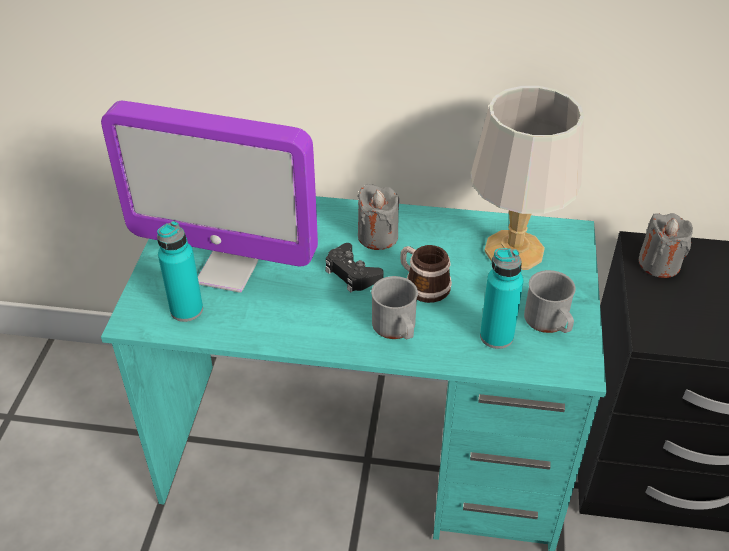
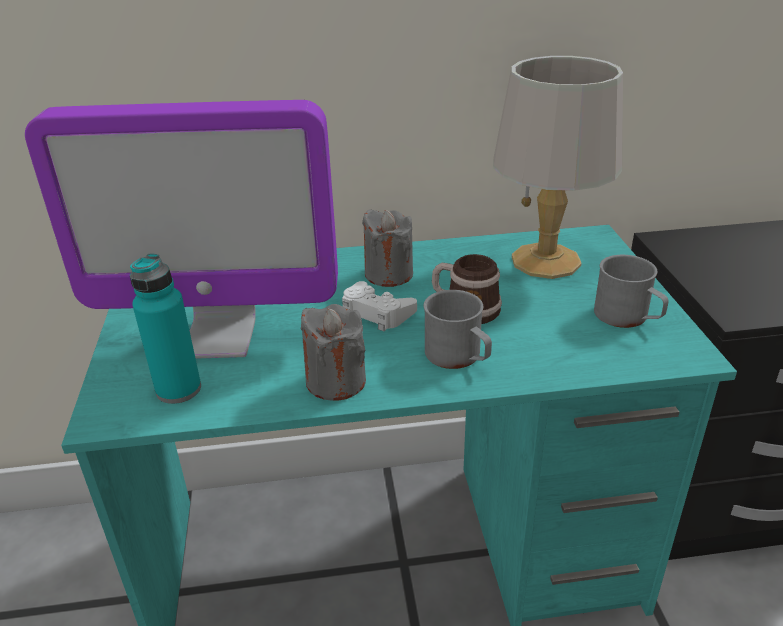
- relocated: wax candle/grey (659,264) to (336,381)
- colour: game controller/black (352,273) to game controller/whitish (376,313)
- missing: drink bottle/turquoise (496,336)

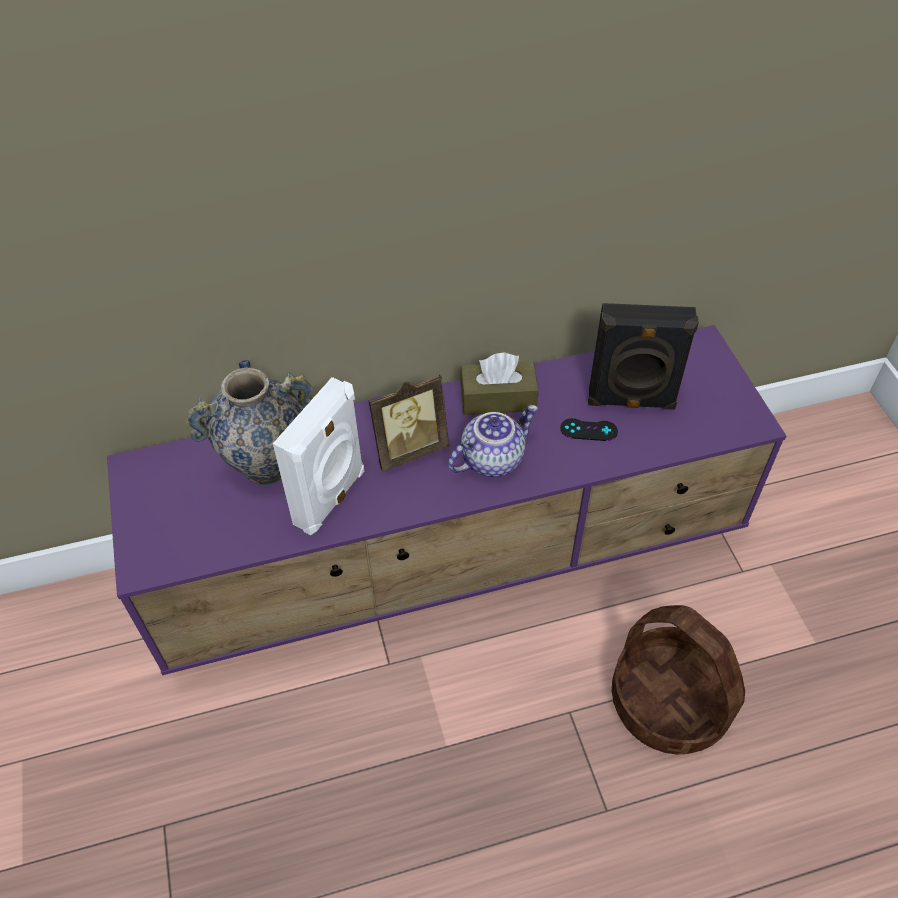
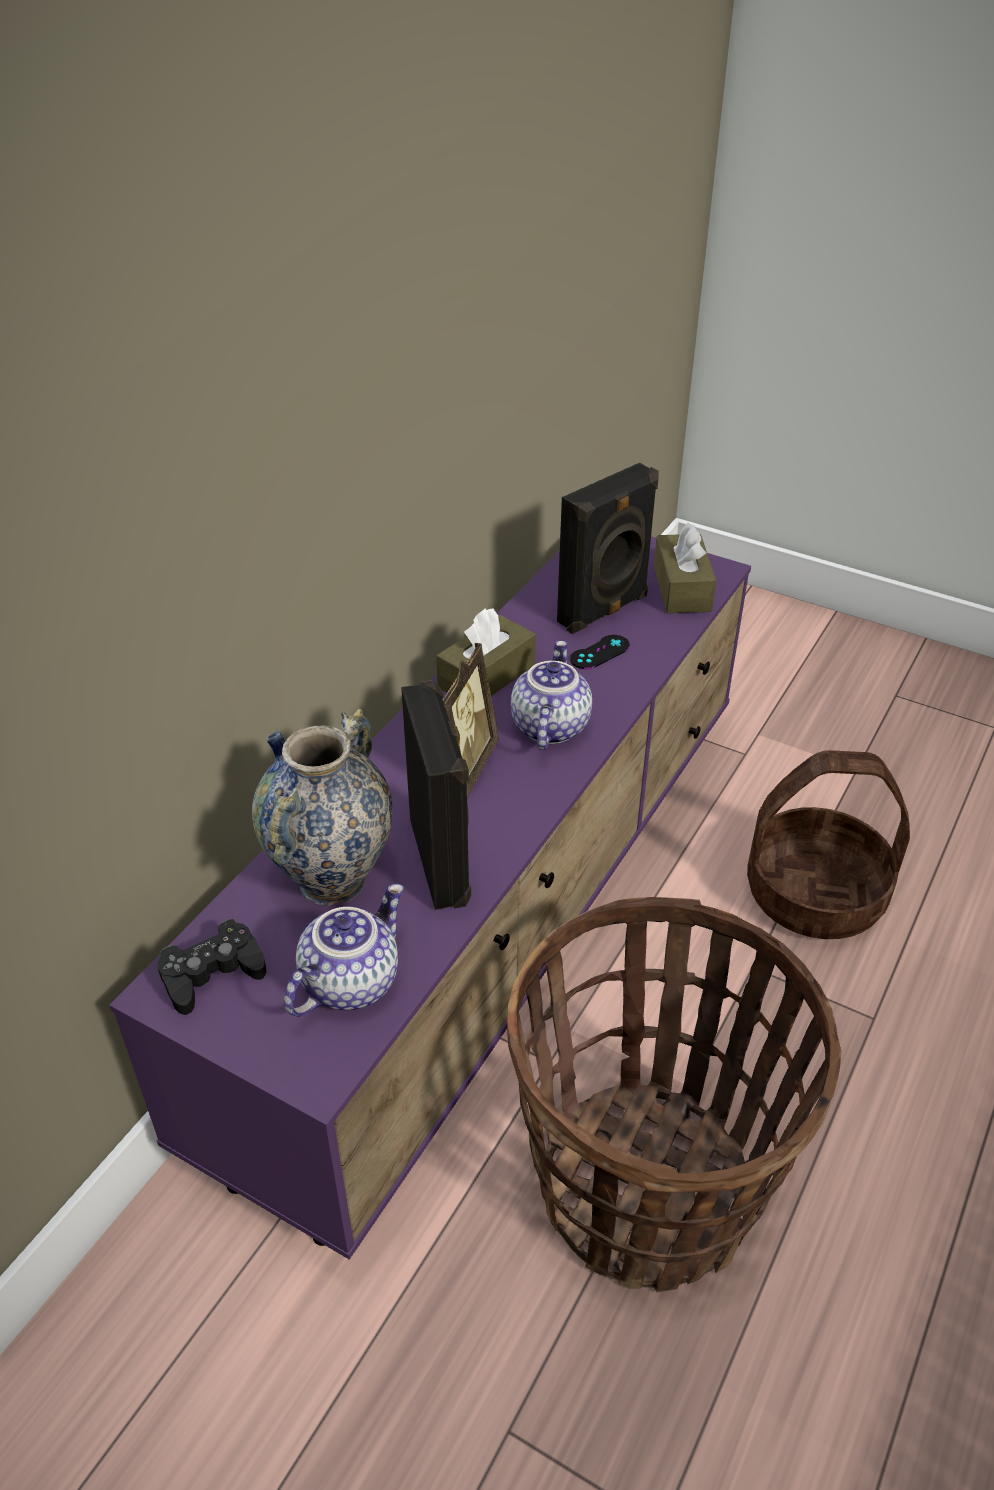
- appeared: game controller/black (212,973)
- appeared: teapot (349,981)
- colour: speaker/whitish (332,498) to speaker/black (442,860)
- appeared: household basket (646,1188)
- appeared: tissue box/brownish (682,588)

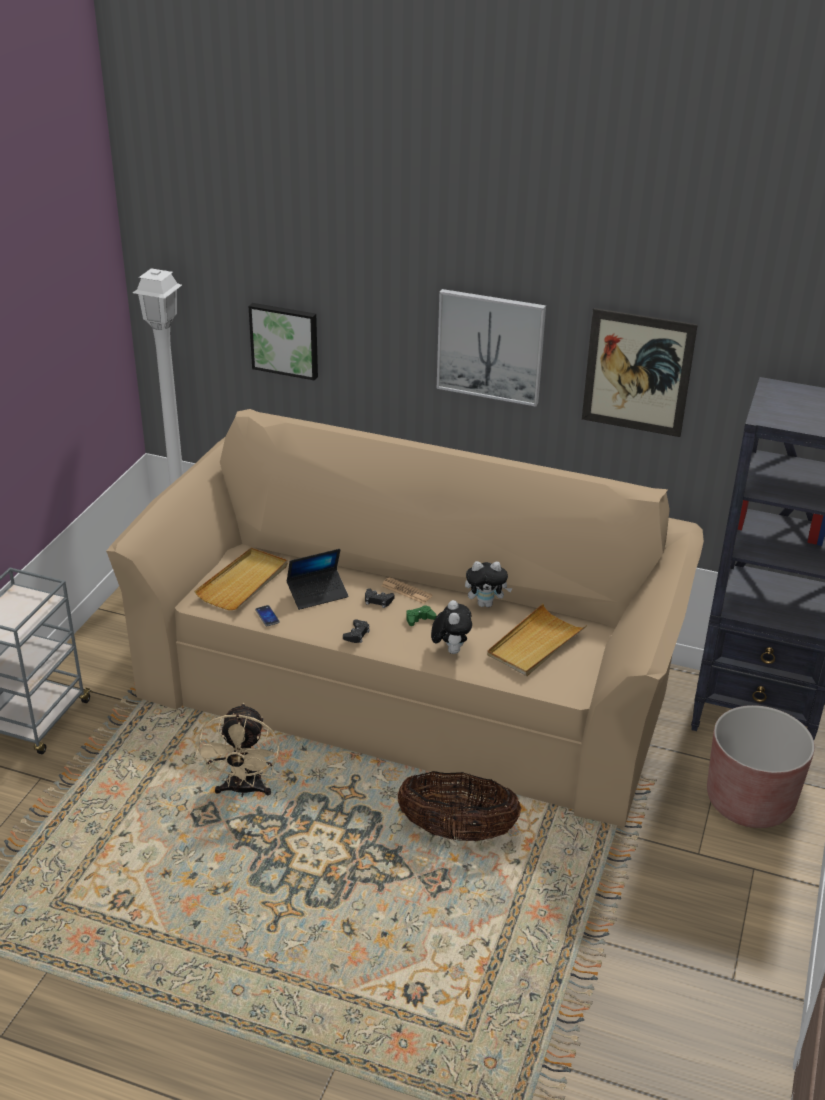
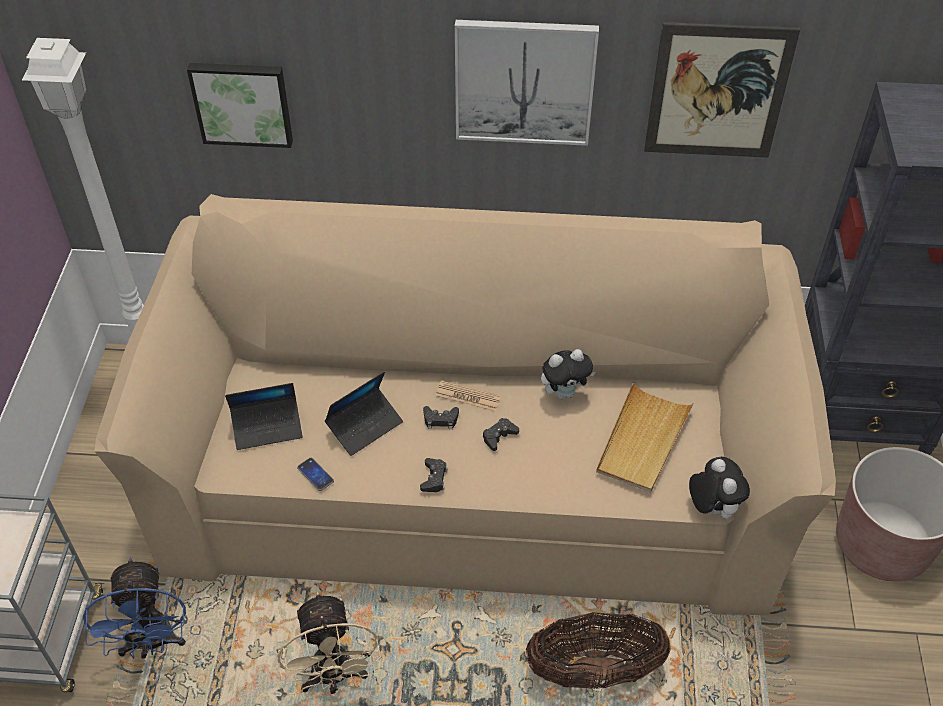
- appeared: cooling fan/blue-coloured (152,644)
- exchanged: serving tray/sand-coloured (244,582) to portable computer (267,427)
- colour: game controller/green (419,619) to game controller/black (499,436)
- relocated: plush toy (450,649) to (712,508)

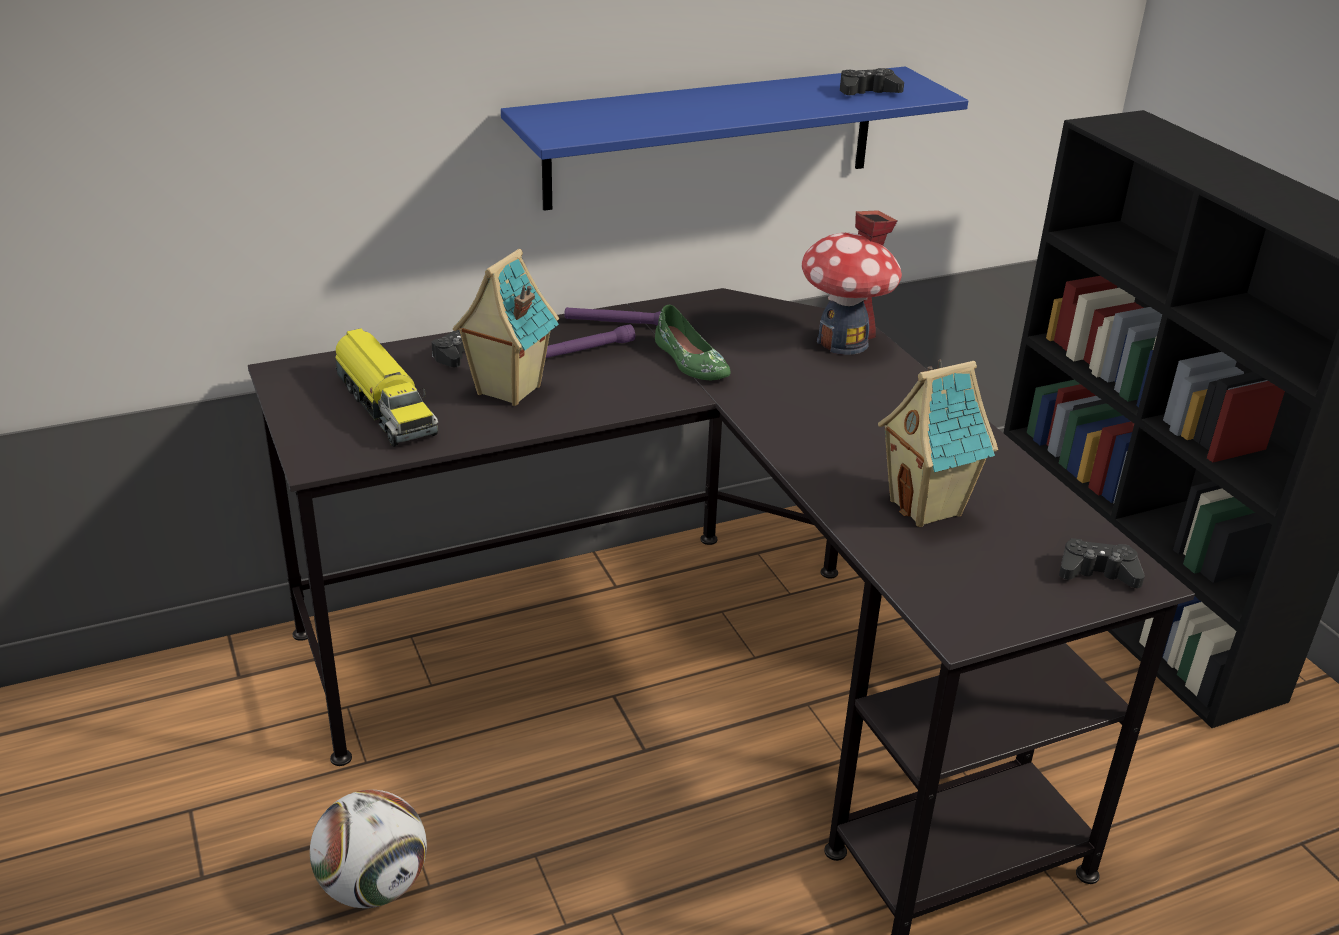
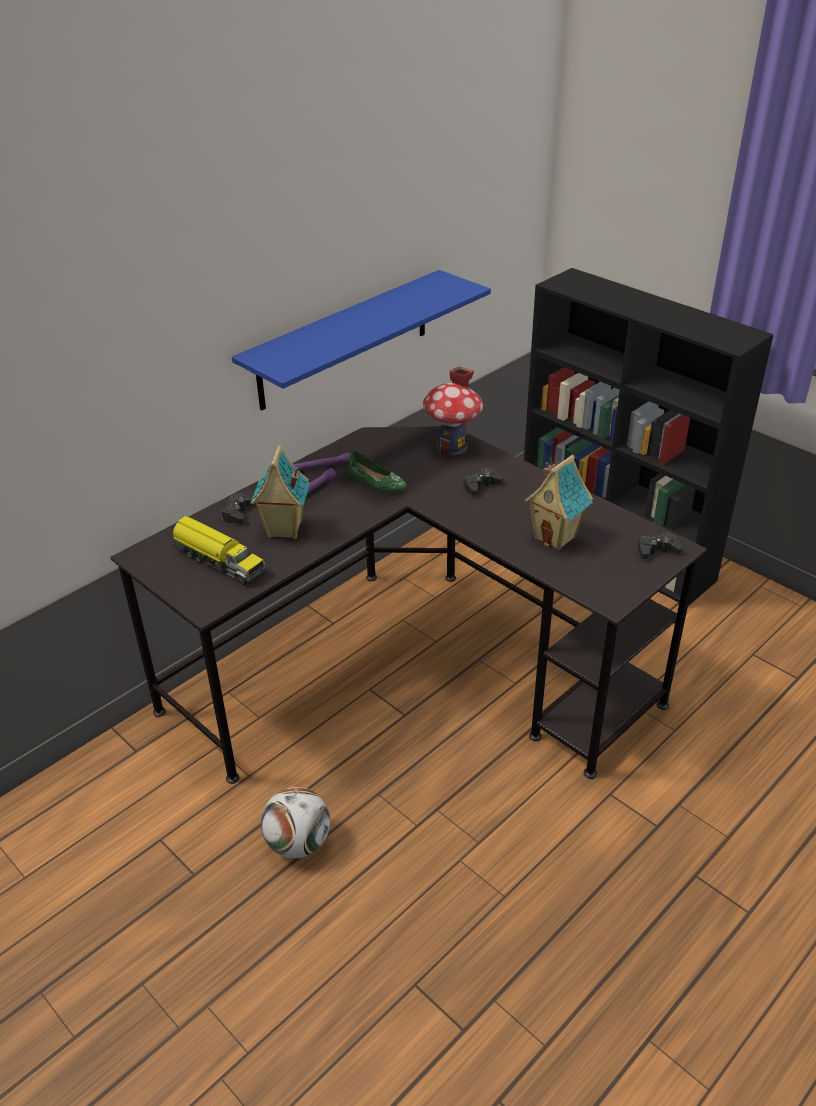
- relocated: game controller/black (867,92) to (481,485)

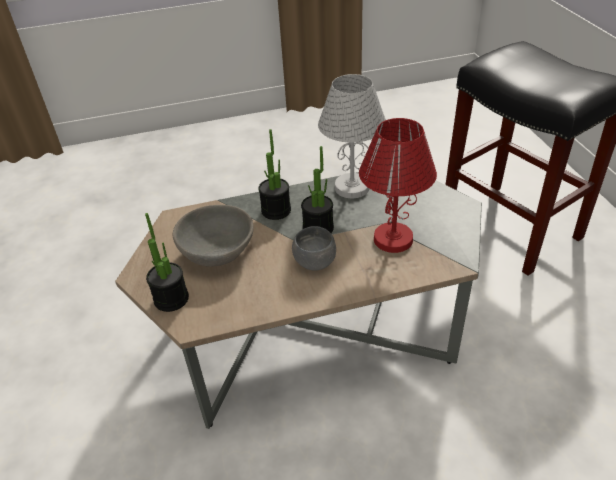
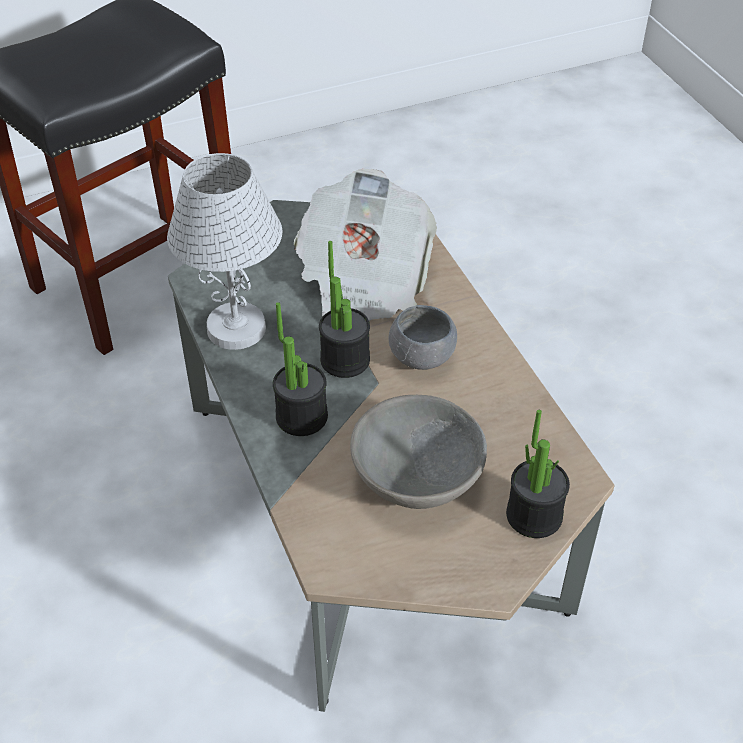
- exchanged: tabletop lamp/red-coloured (392,239) to newspaper (363,281)

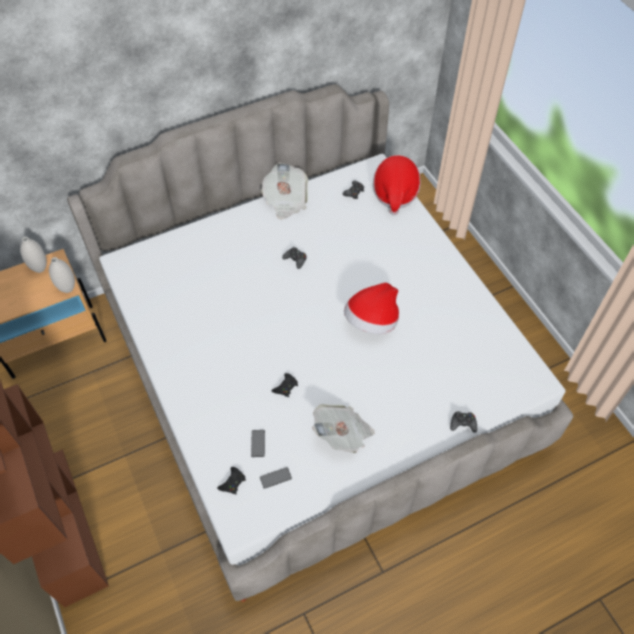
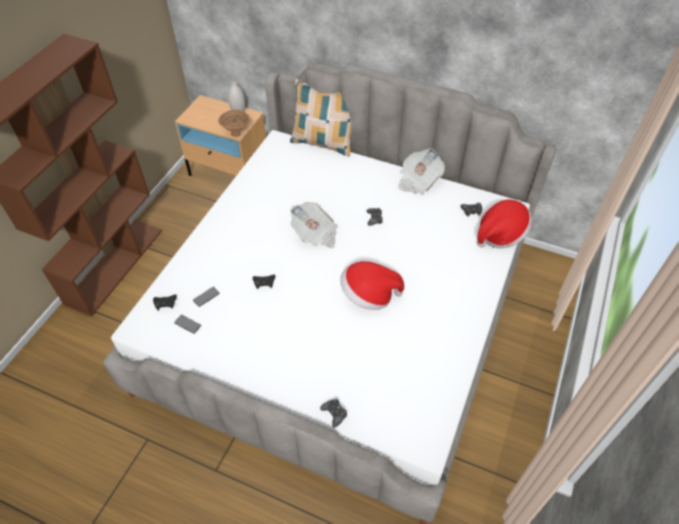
- exchanged: flower vase/whitish (68,288) to serving bowl/brownish (236,134)
- appeared: pillow (323,143)
- relocated: newspaper (343,434) to (315,234)

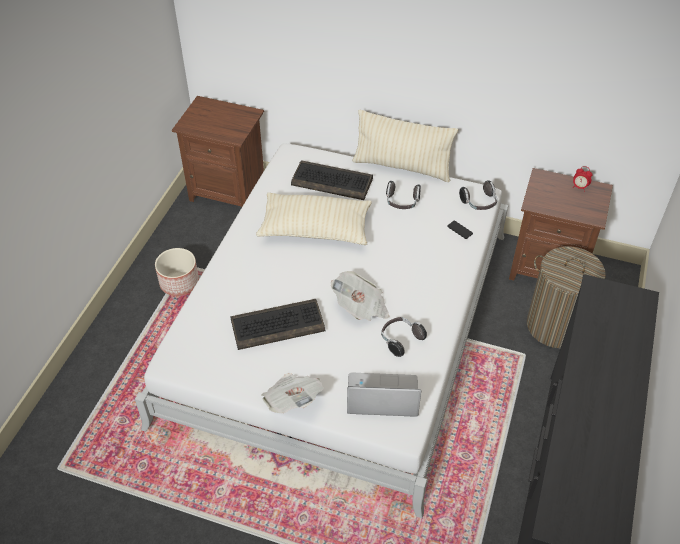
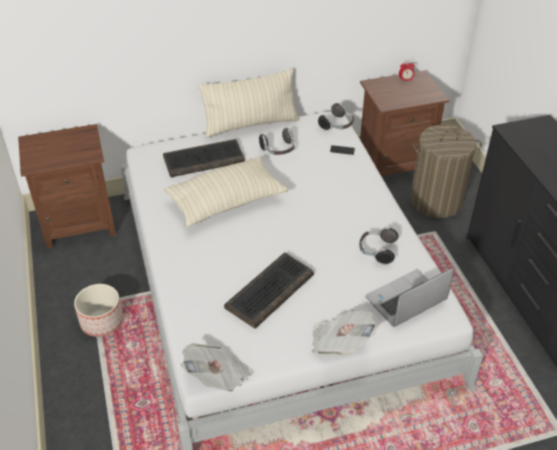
- relocated: newspaper (361,307) to (218,377)

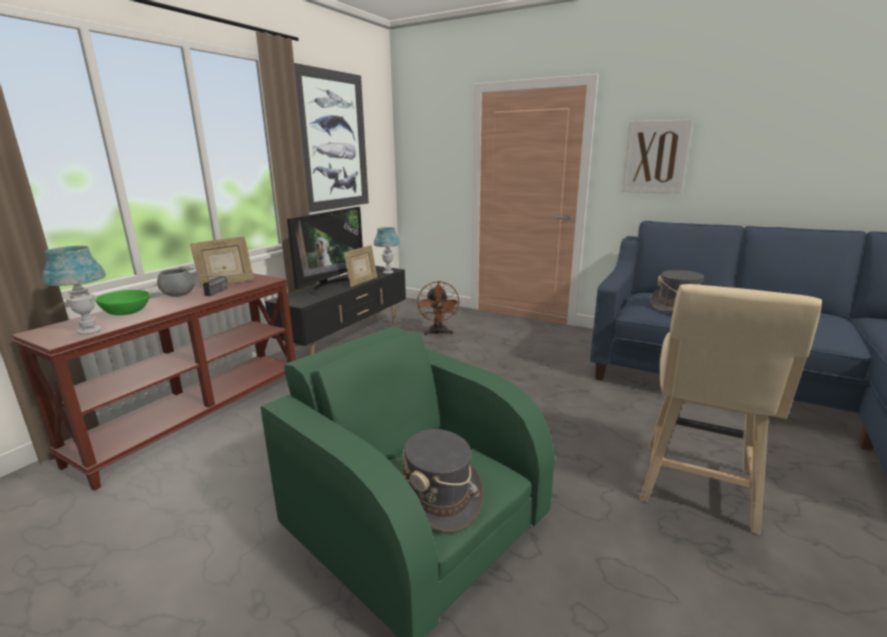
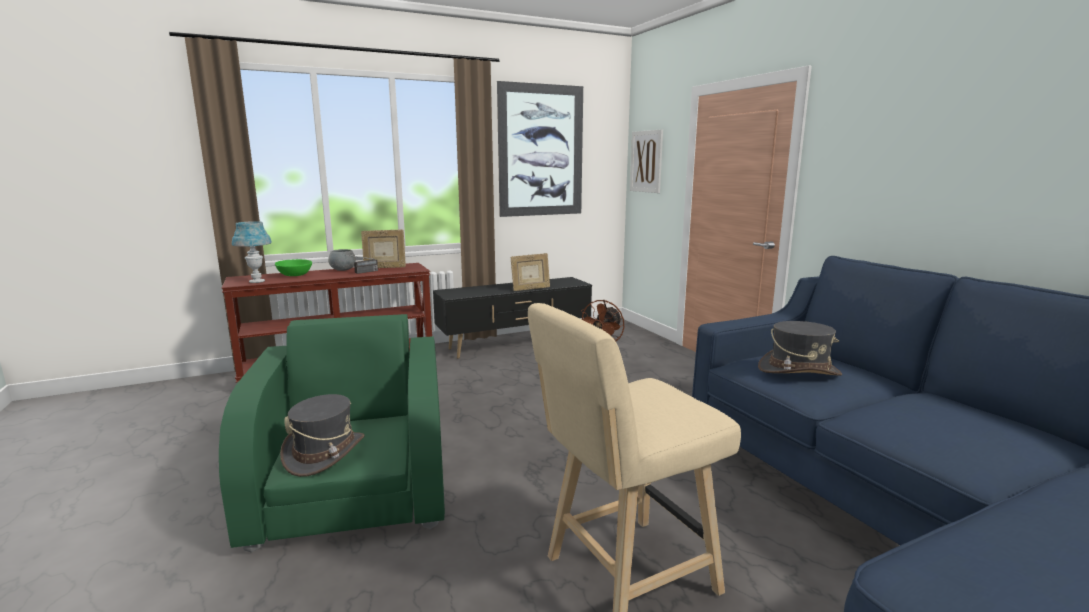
- relocated: picture (655,157) to (646,161)
- missing: TV (329,285)
- missing: tabletop lamp/blue-coloured (388,272)

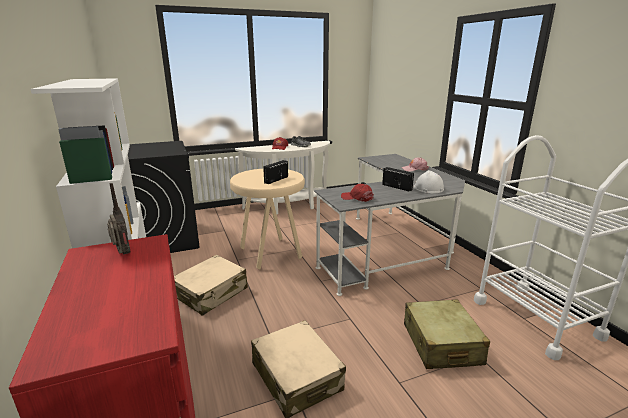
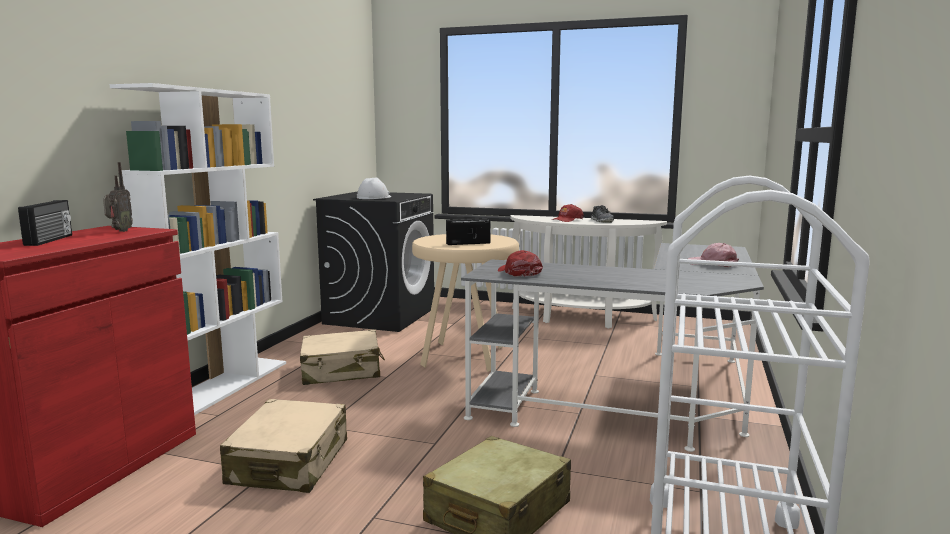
- relocated: radio (397,187) to (50,240)
- relocated: work helmet/whitish (428,188) to (373,197)

